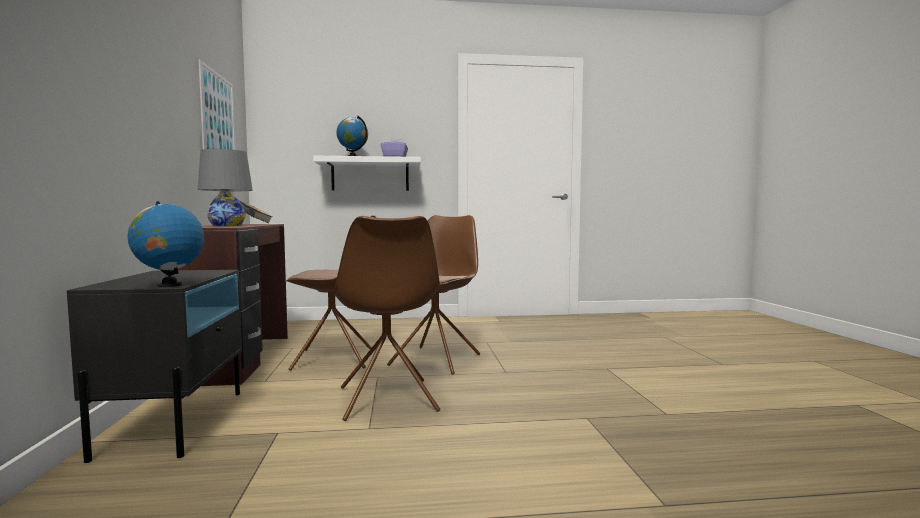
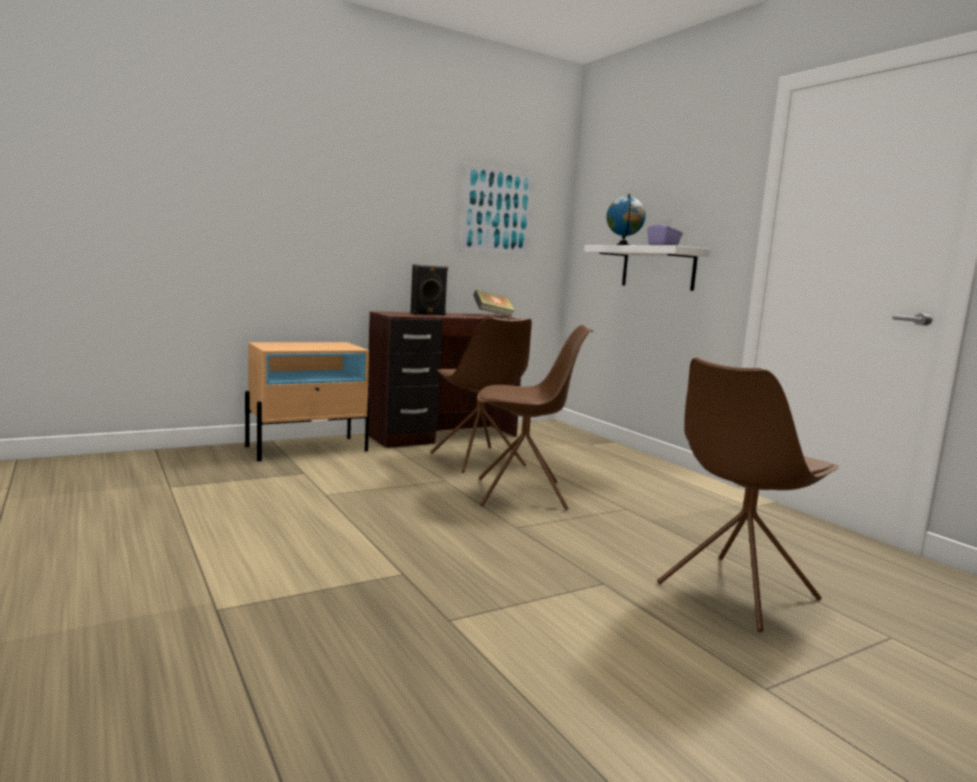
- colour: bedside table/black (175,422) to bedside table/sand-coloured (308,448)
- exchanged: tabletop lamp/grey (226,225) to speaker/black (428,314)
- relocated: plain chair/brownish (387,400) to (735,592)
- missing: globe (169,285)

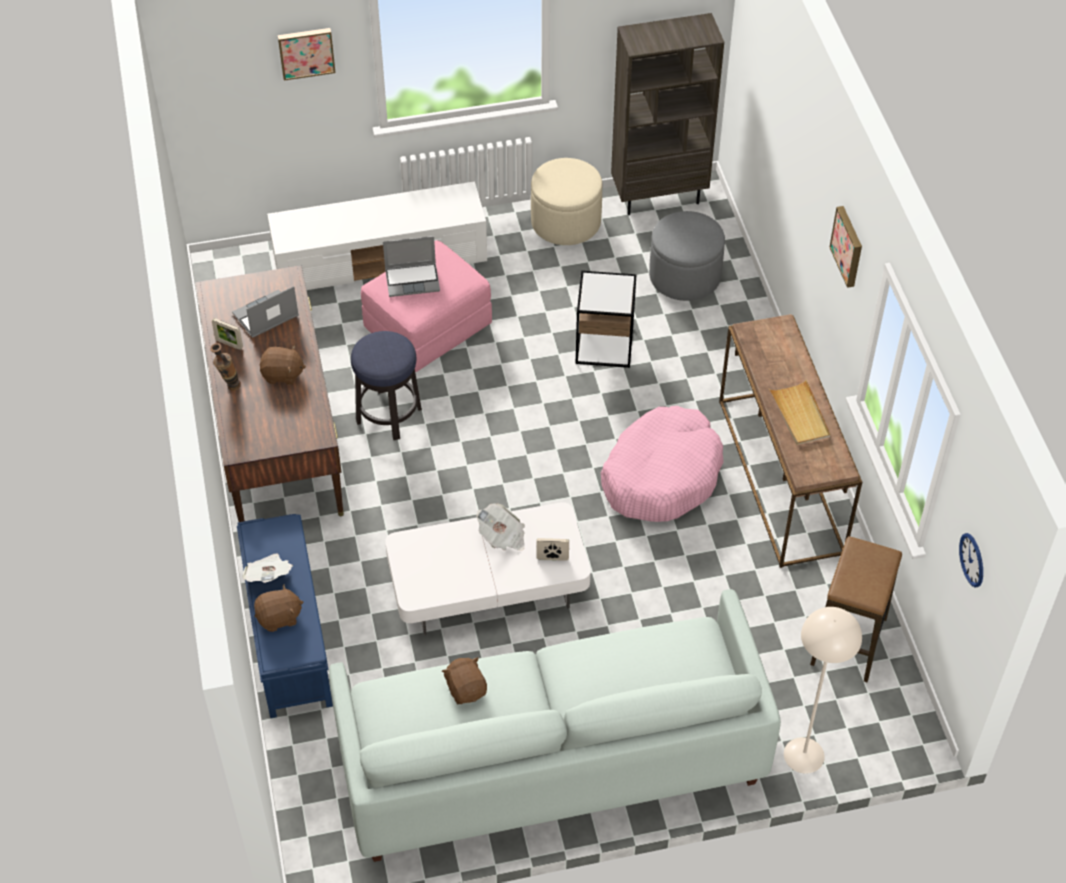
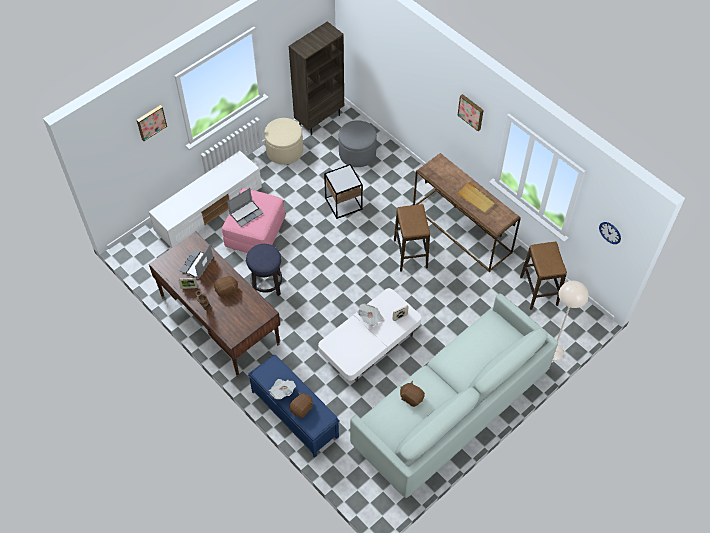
- exchanged: dog bed/pink-coloured (661,475) to stool (410,254)

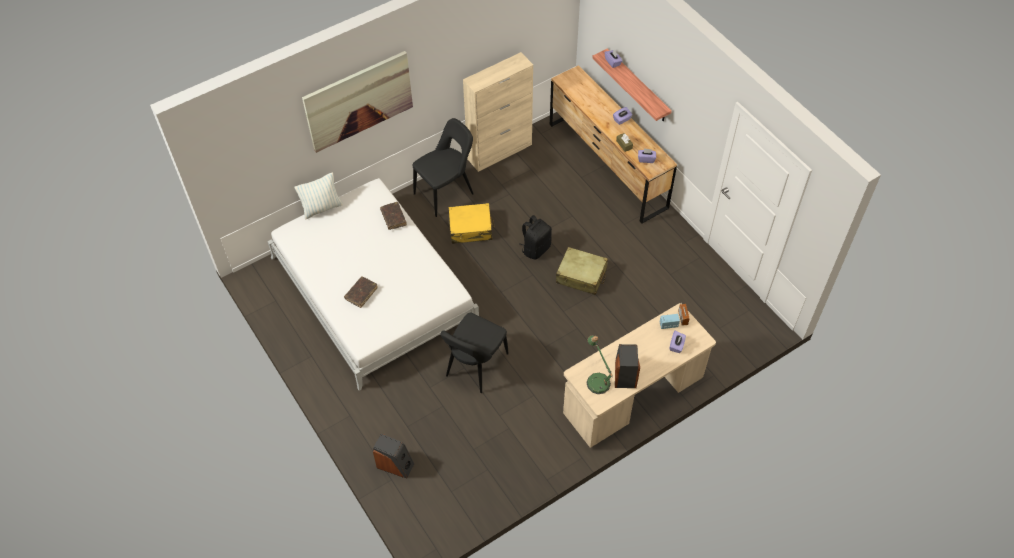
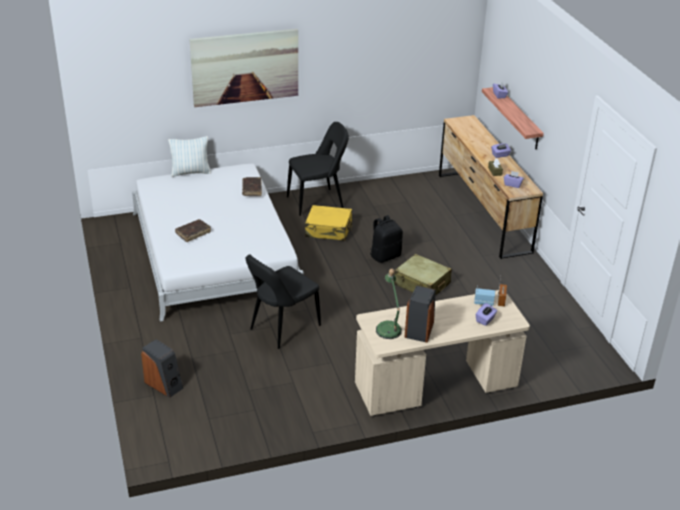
- missing: cupboard/sand-coloured (500,151)

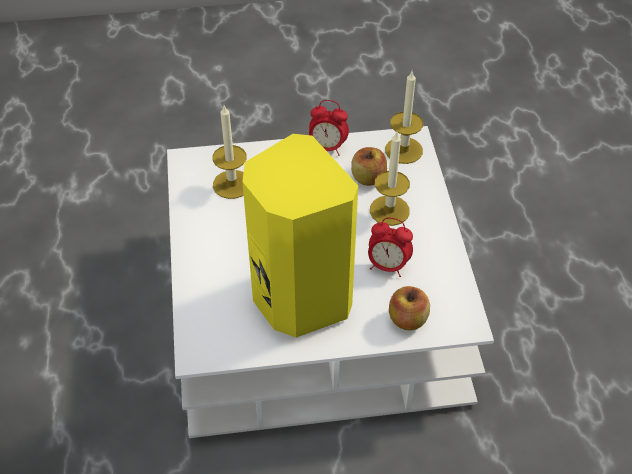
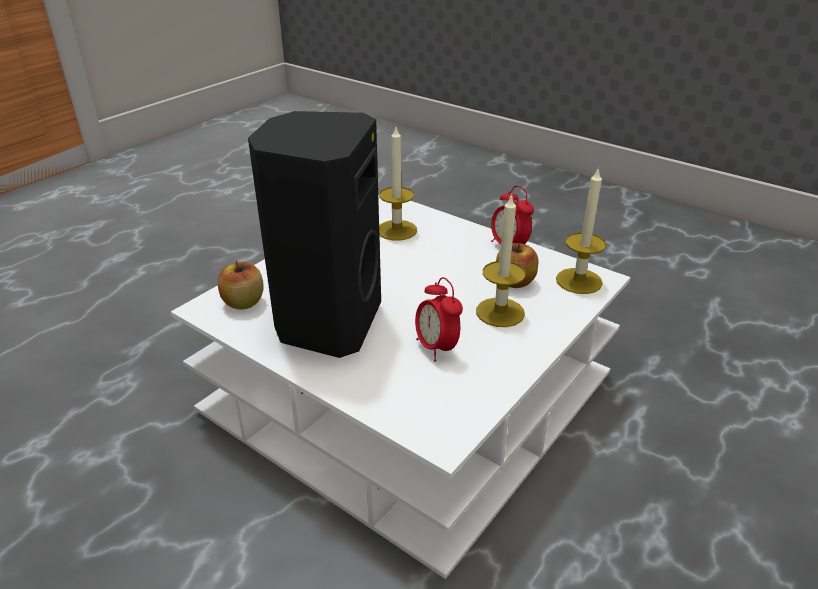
- relocated: whole apple (407,319) to (243,302)
- colour: speaker/yellow (298,299) to speaker/black (327,323)

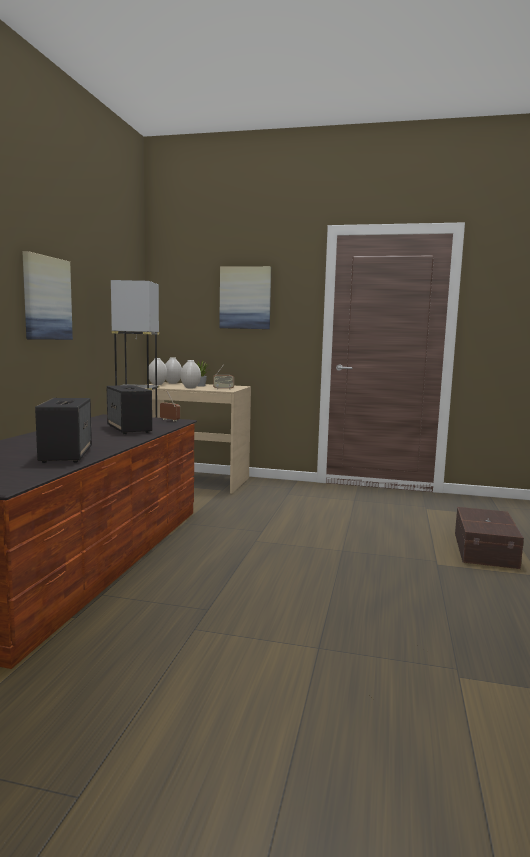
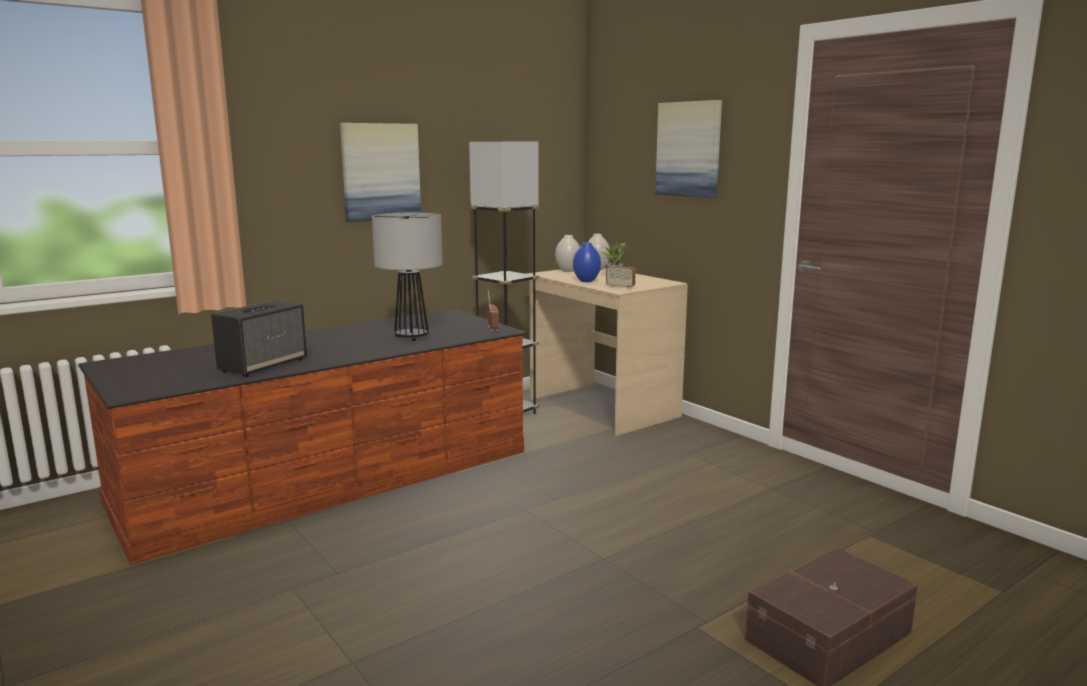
- exchanged: speaker (129,429) to tabletop lamp (412,337)
- colour: flower vase/whitish (190,388) to flower vase/blue-coloured (587,281)

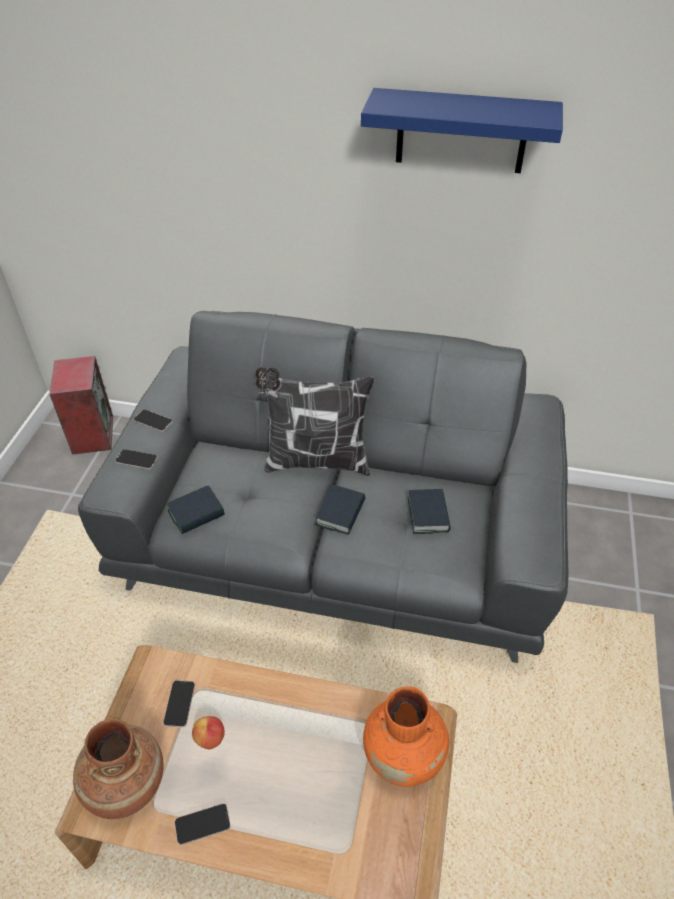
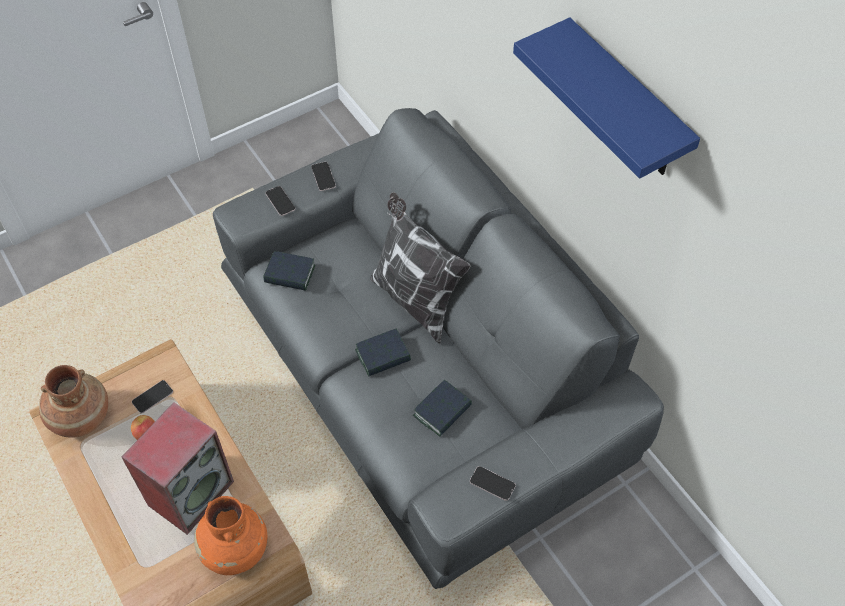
- relocated: speaker (92,434) to (191,492)
- relocated: telephone (202,824) to (492,483)

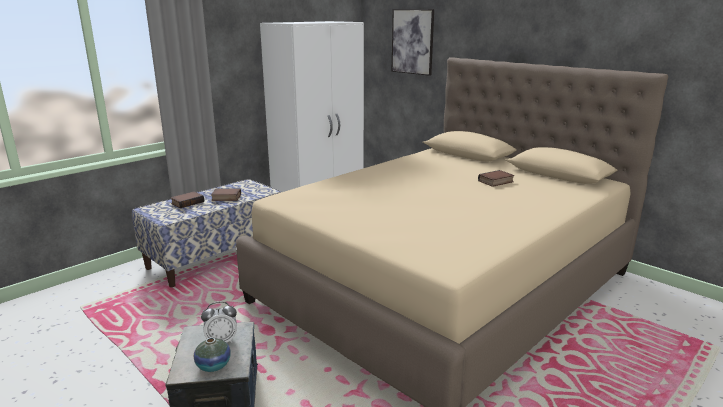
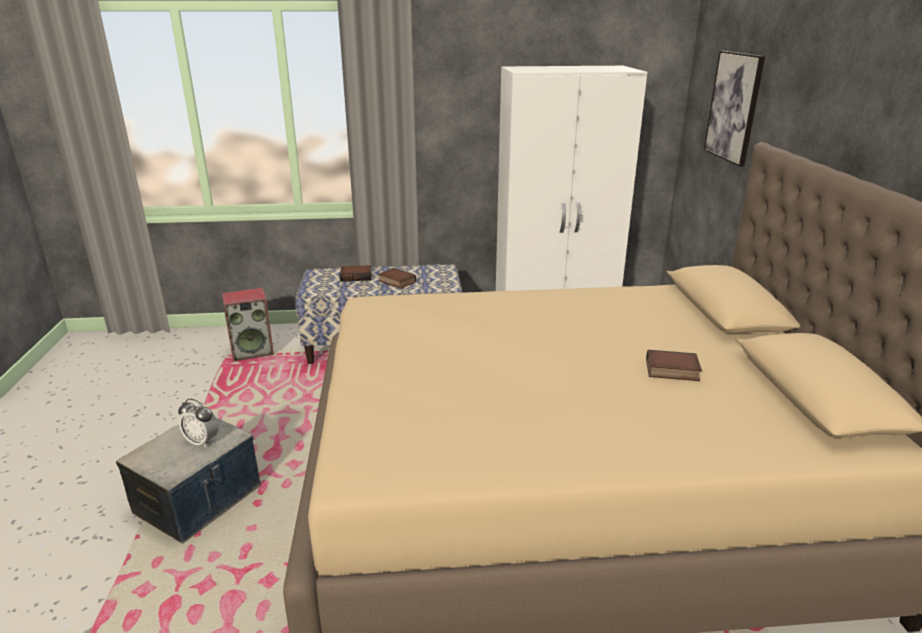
- appeared: speaker (253,351)
- missing: flower vase (213,365)

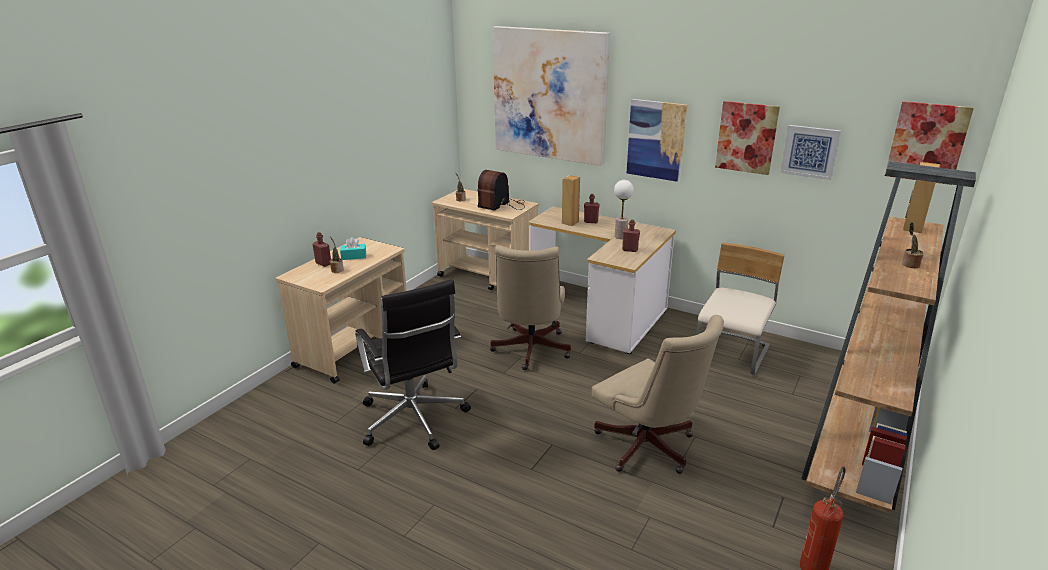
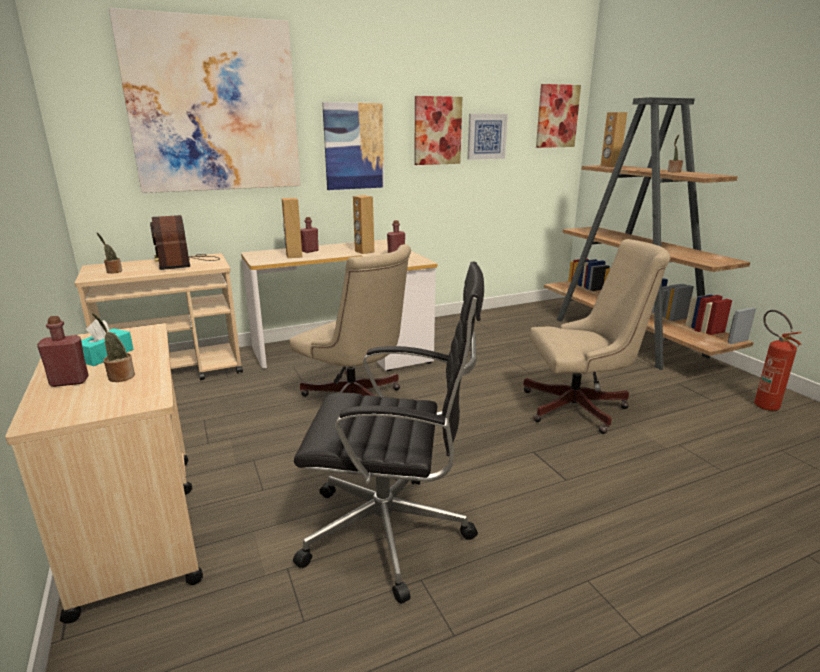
- exchanged: tabletop lamp (621,236) to speaker/brownish (364,251)
- missing: plain chair/sand-coloured (732,354)

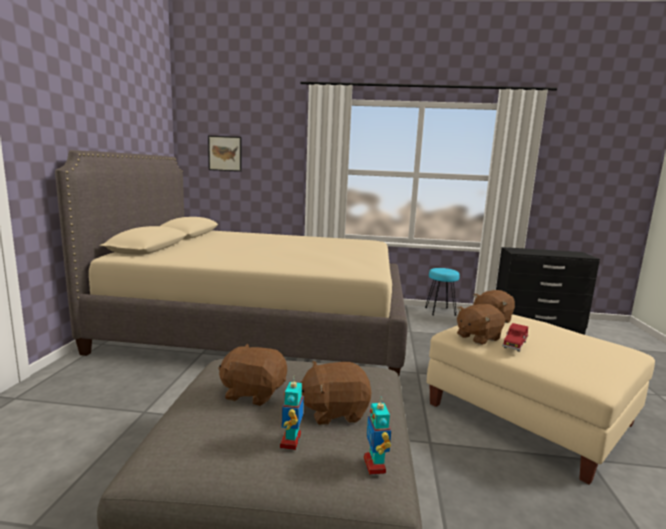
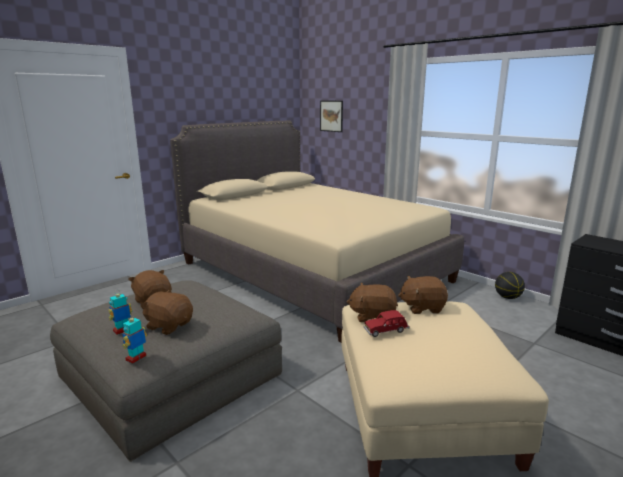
- exchanged: stool/turquoise (440,311) to basketball (507,297)

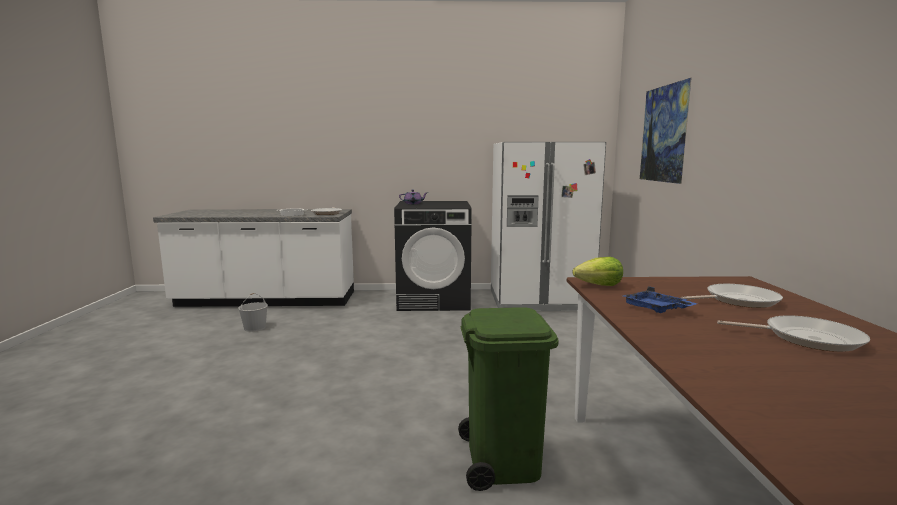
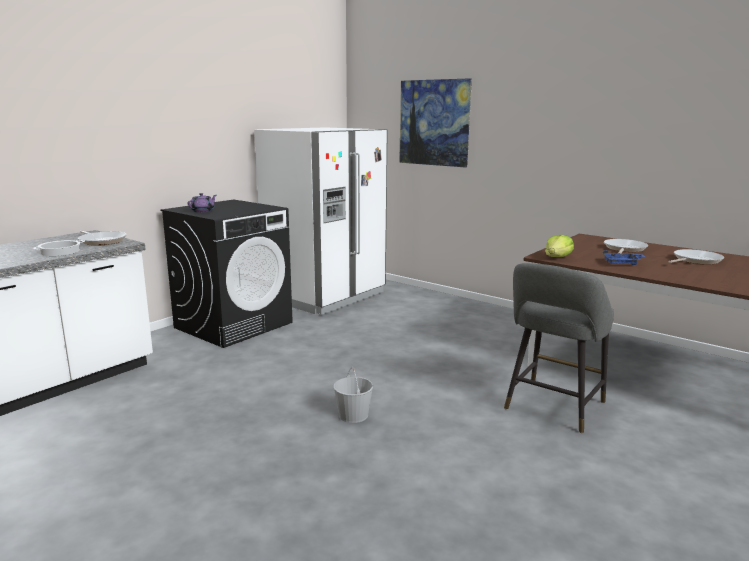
- relocated: pail/whitish (255,327) to (353,415)
- exchanged: waste bin/green (502,461) to stool/grey (552,408)

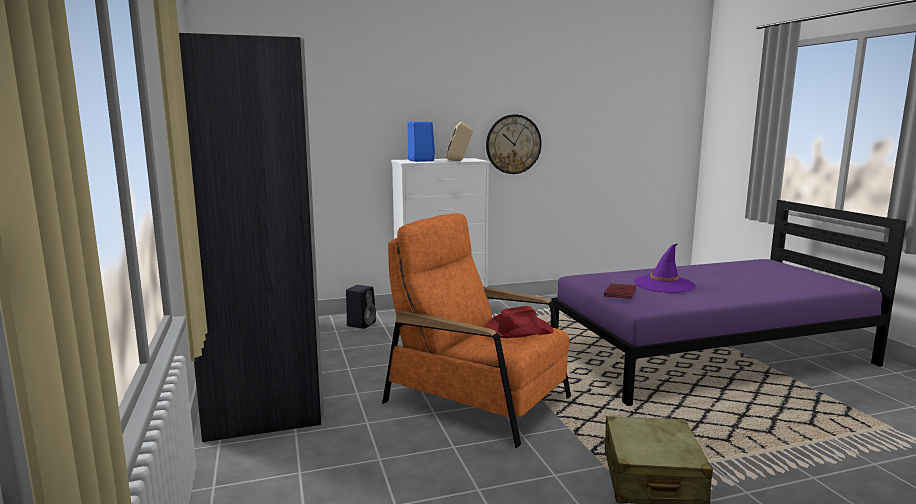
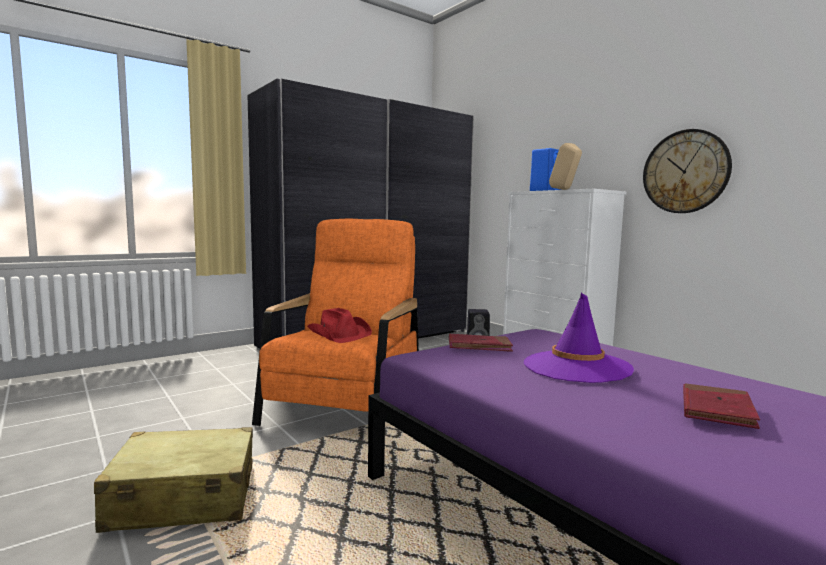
- appeared: volume/red-coloured (716,410)

